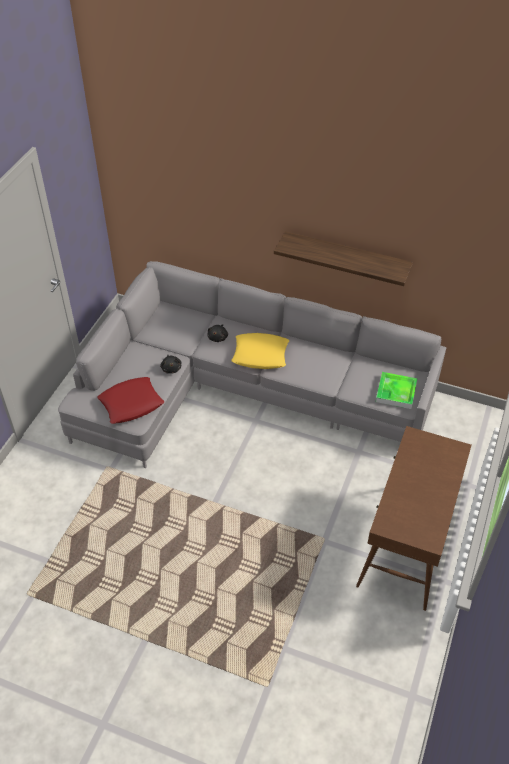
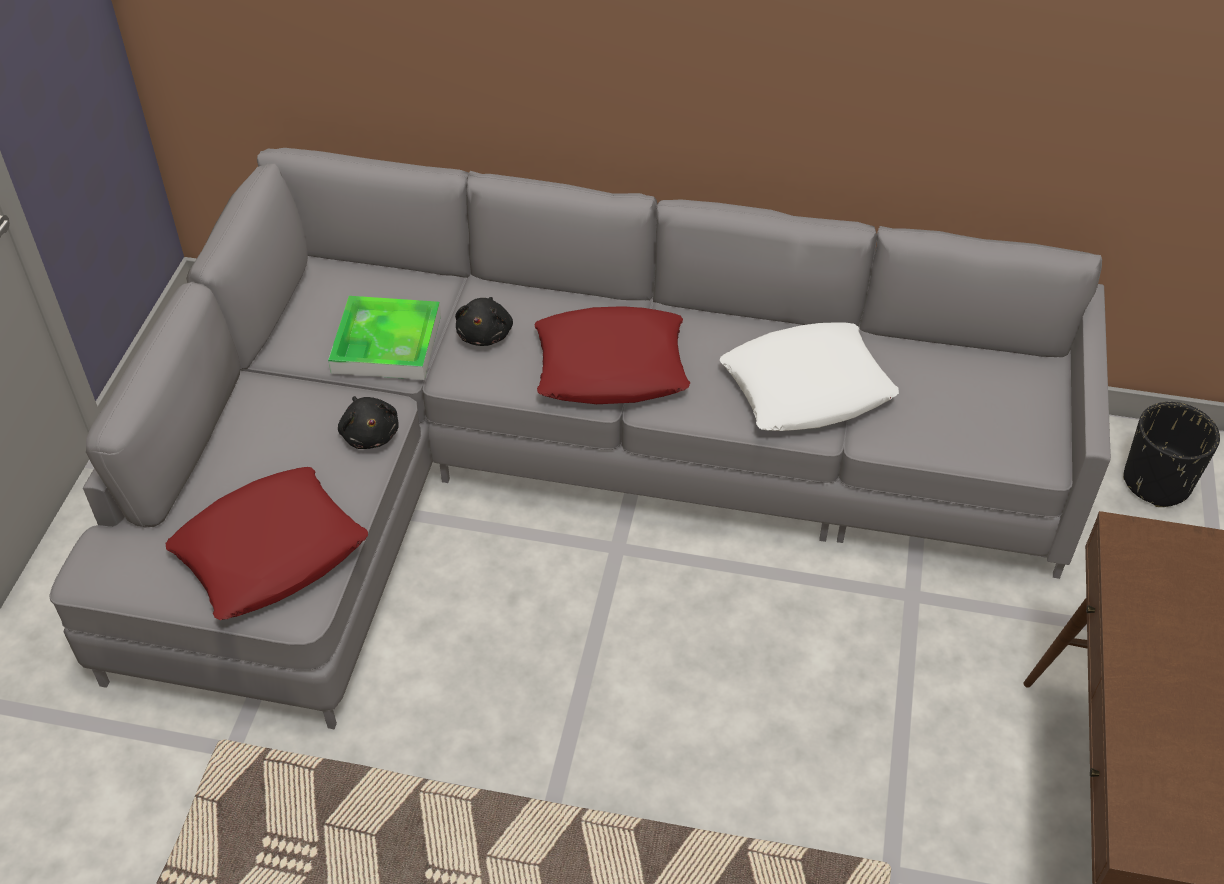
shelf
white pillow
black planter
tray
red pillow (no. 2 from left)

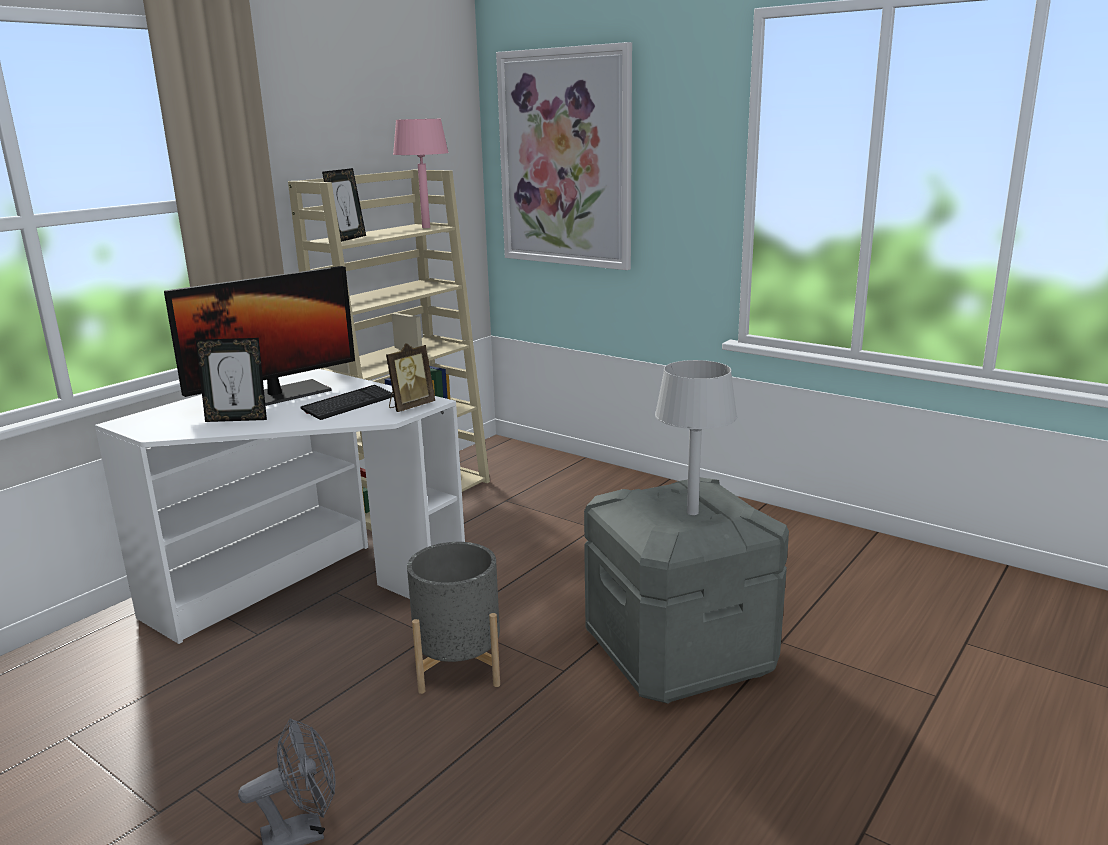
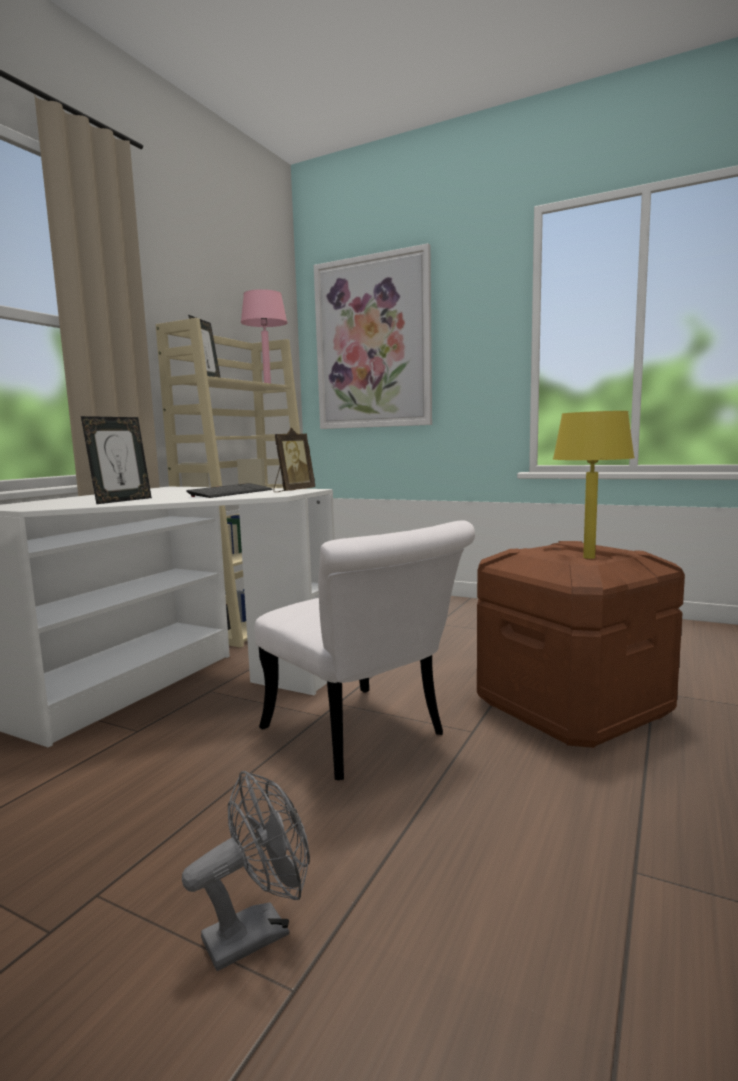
monitor
white chair
brown storage box
yellow table lamp
picture frame (no. 1 from left)

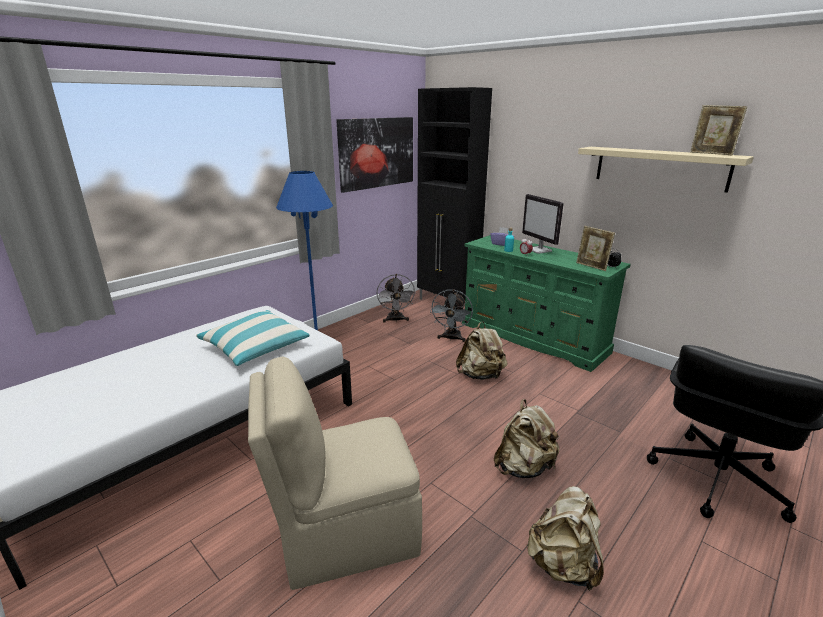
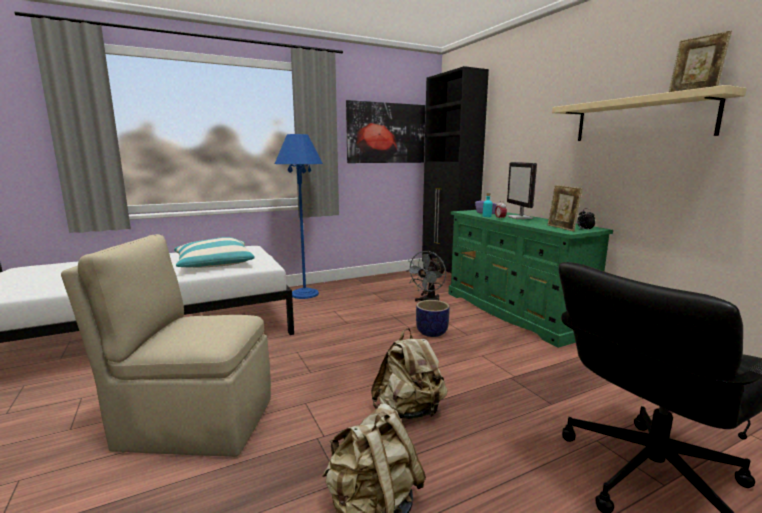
grey fan (no. 1 from left in the first image)
planter

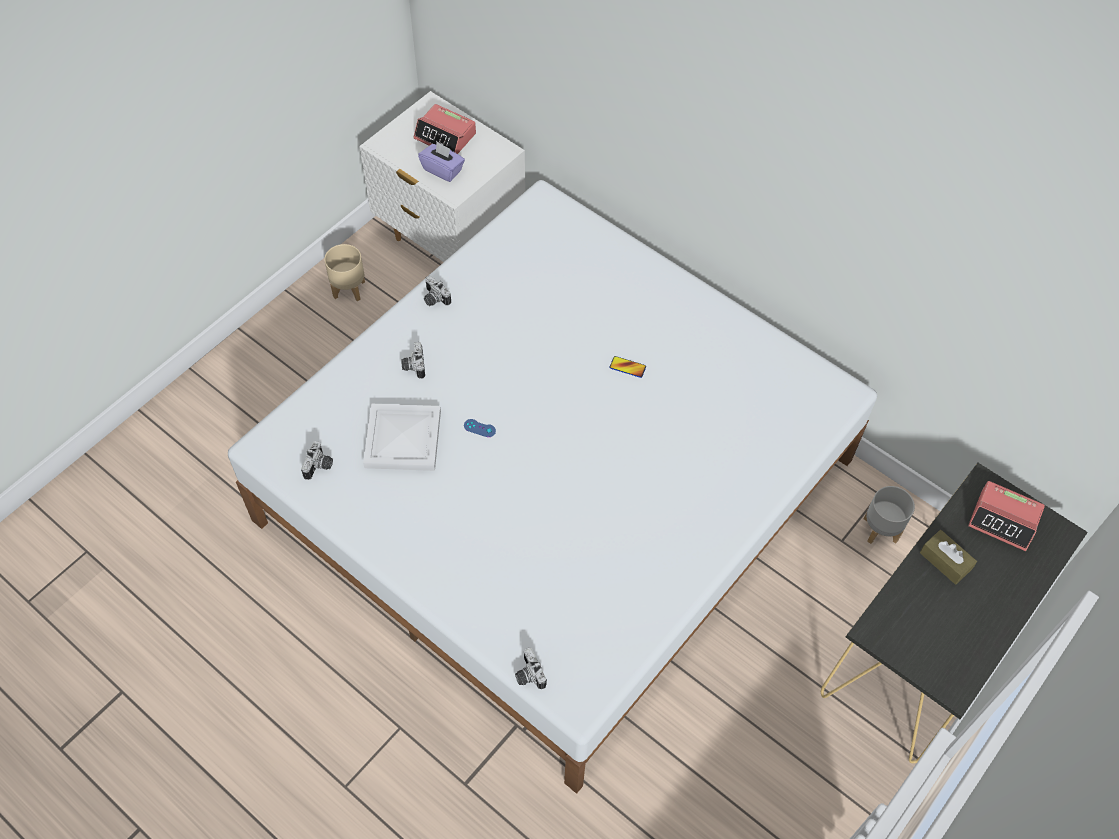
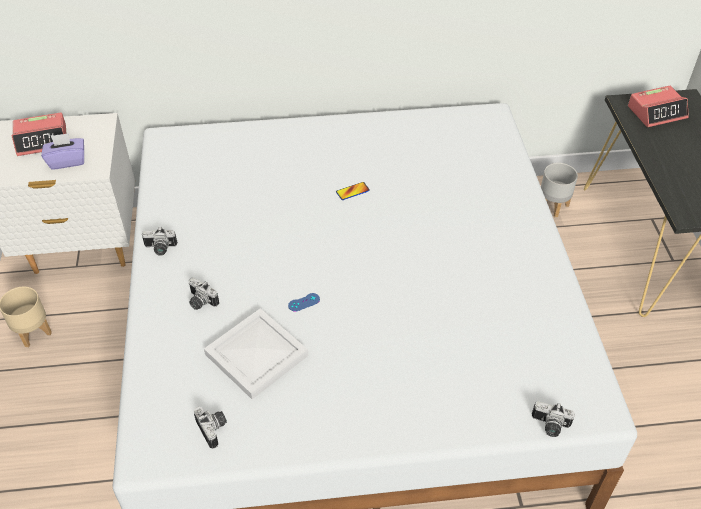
brown tissue box

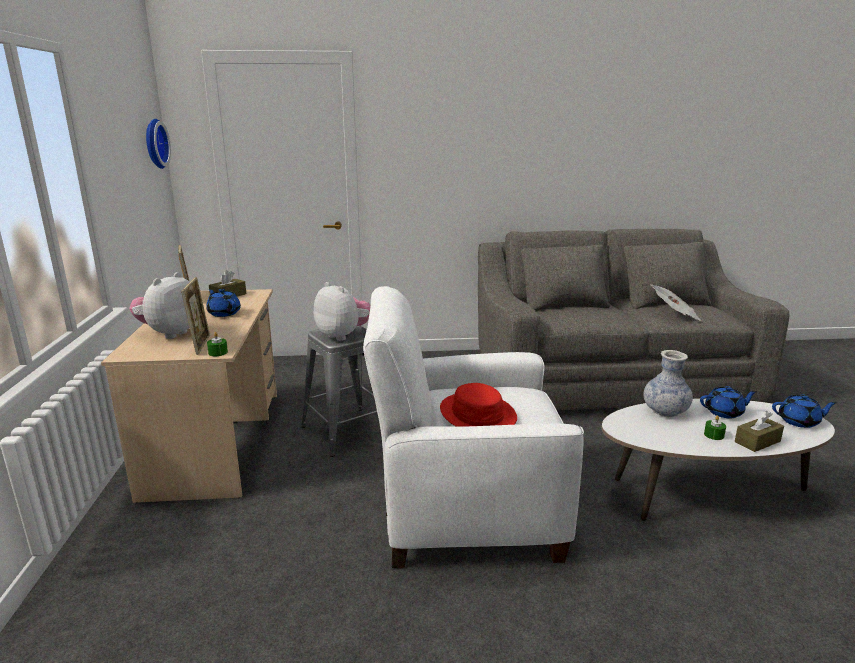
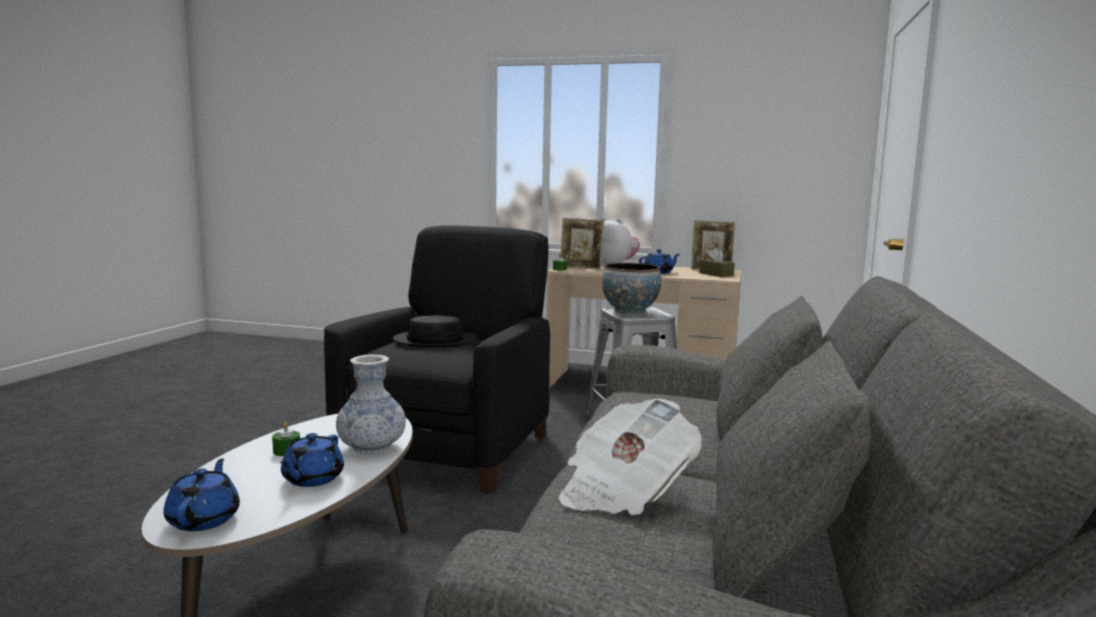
wall clock
brown tissue box (no. 2 from left in the first image)
bowl
black armchair
black hat
blue teapot (no. 1 from left)

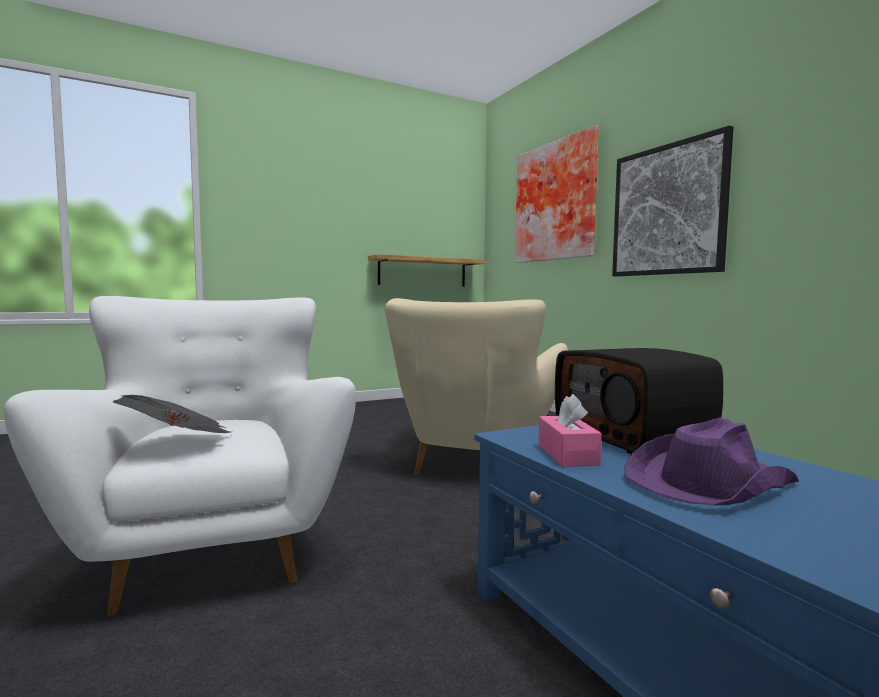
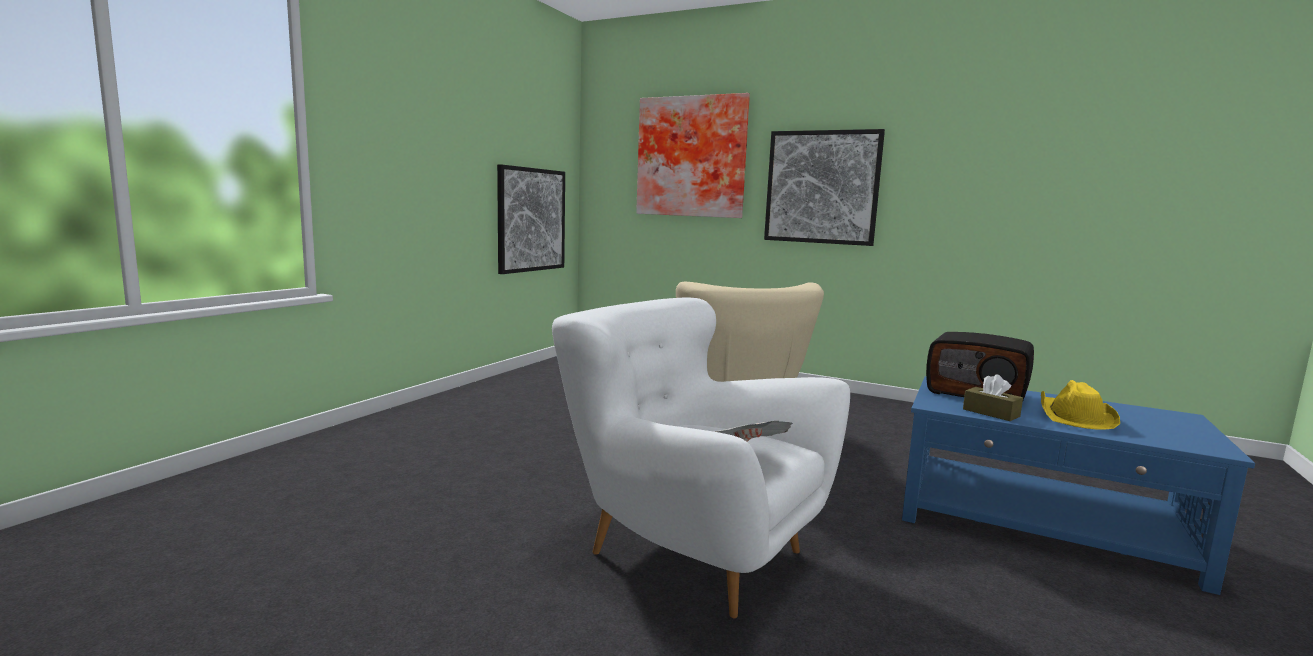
picture (no. 1 from left)
brown tissue box
yellow hat

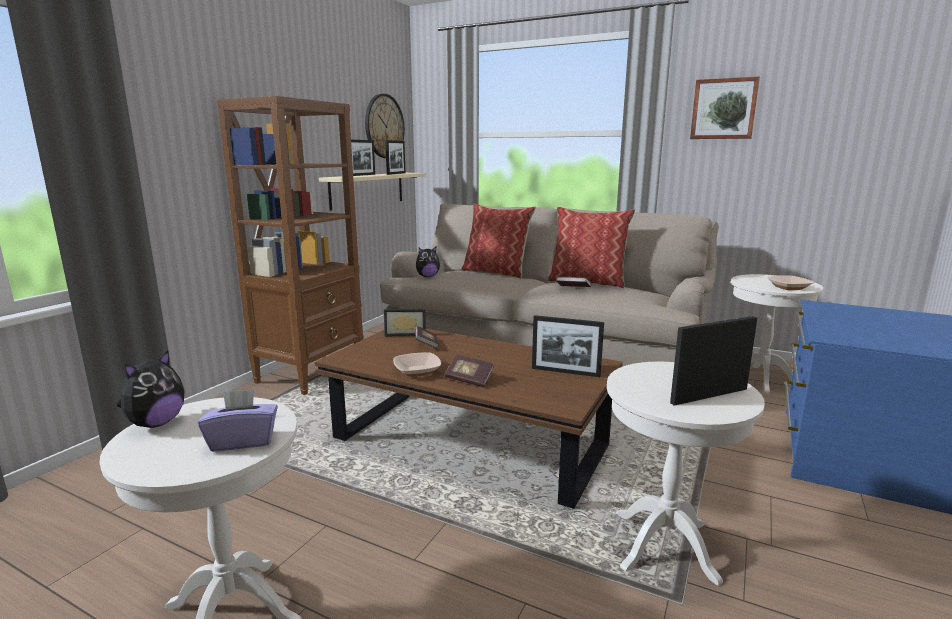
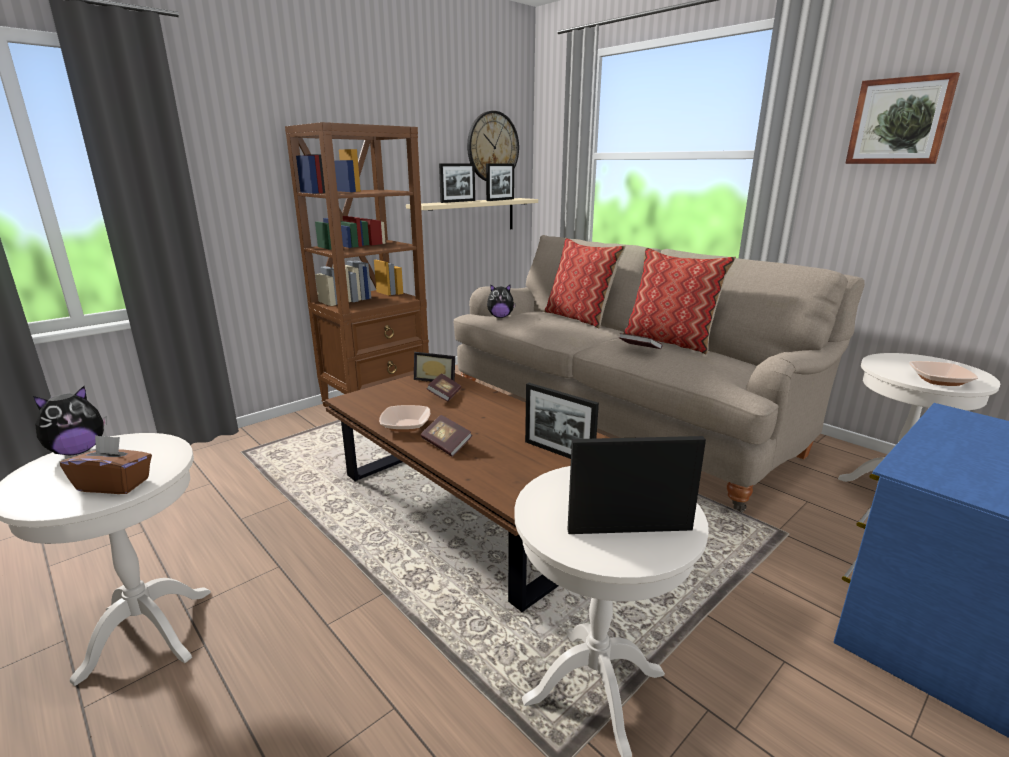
brown tissue box

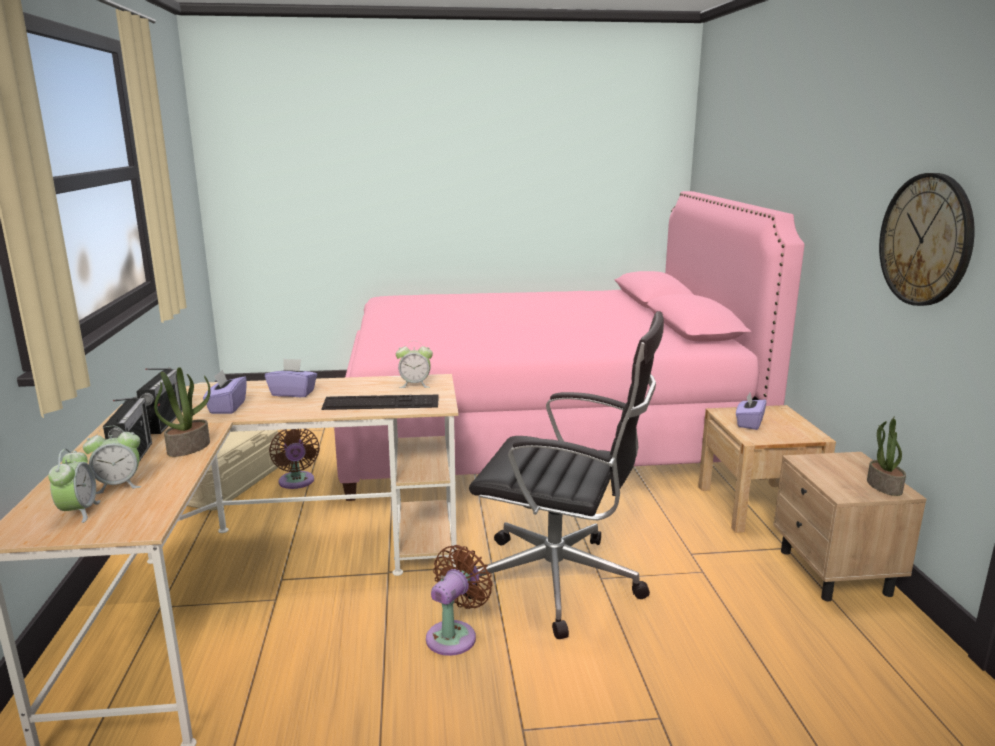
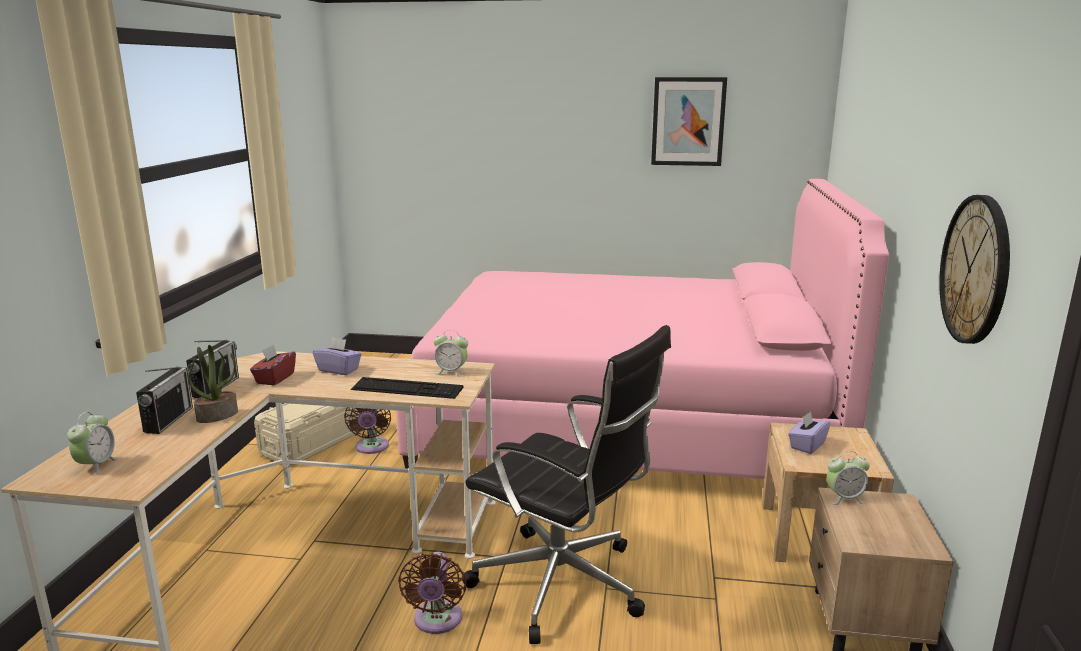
potted plant (no. 2 from left in the first image)
picture
alarm clock (no. 3 from left)
red tissue box
brown fan (no. 2 from left)

